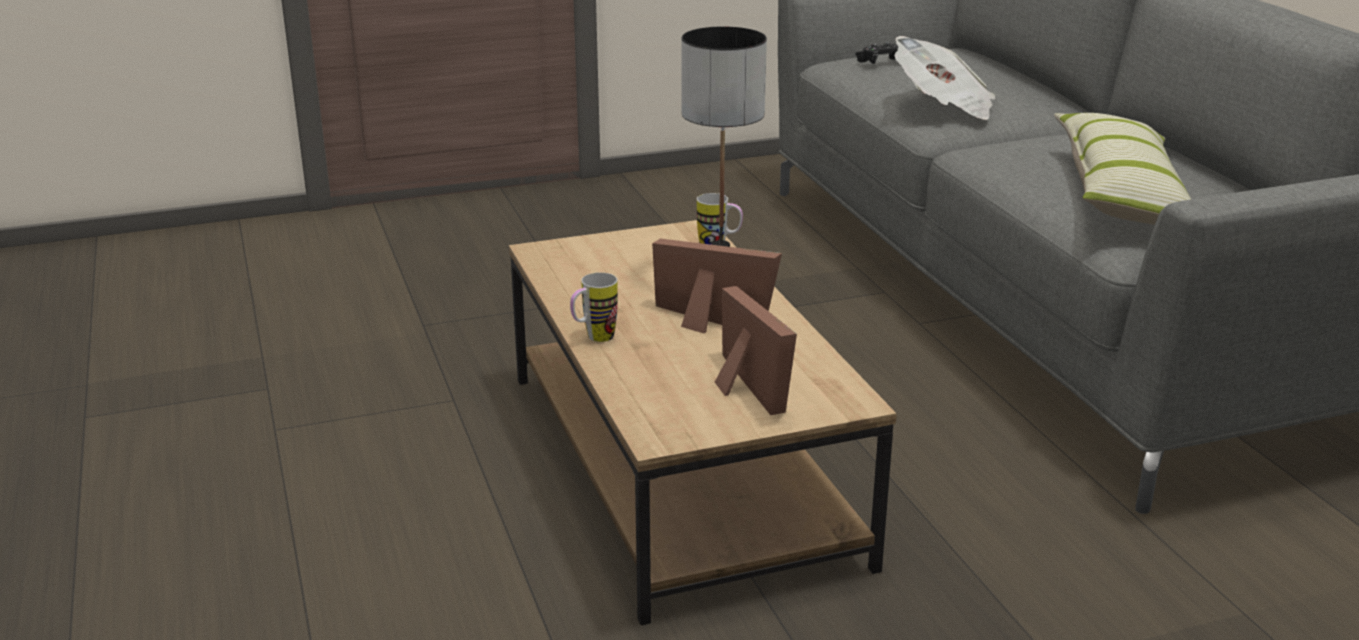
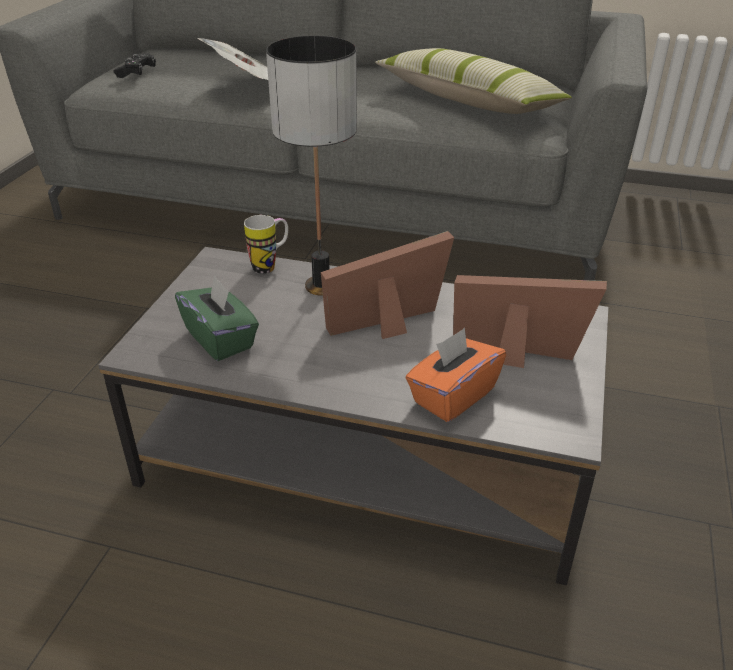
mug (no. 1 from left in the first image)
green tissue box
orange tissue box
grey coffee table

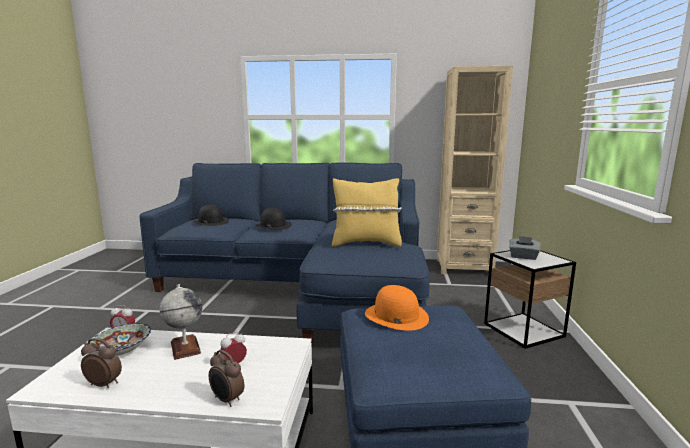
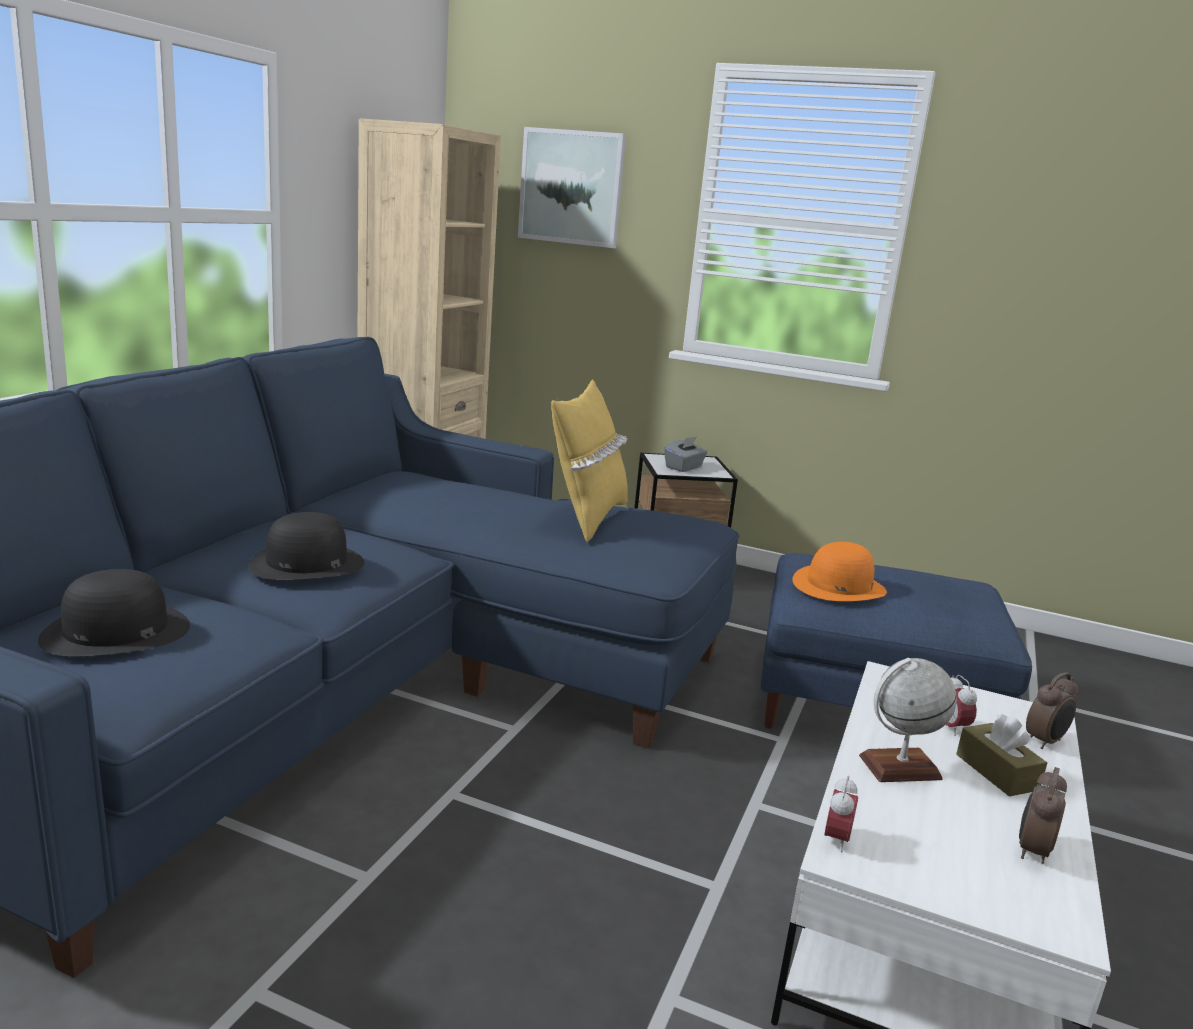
bowl
picture
brown tissue box

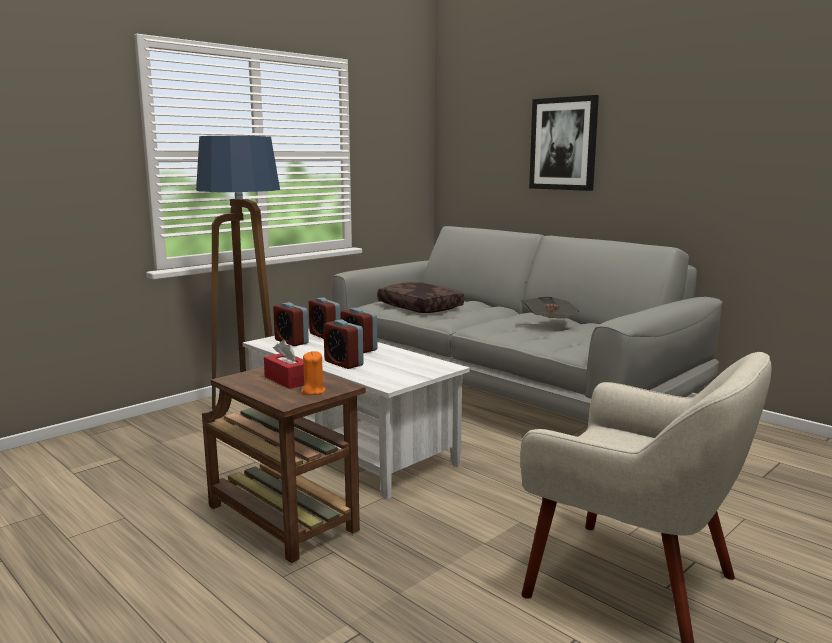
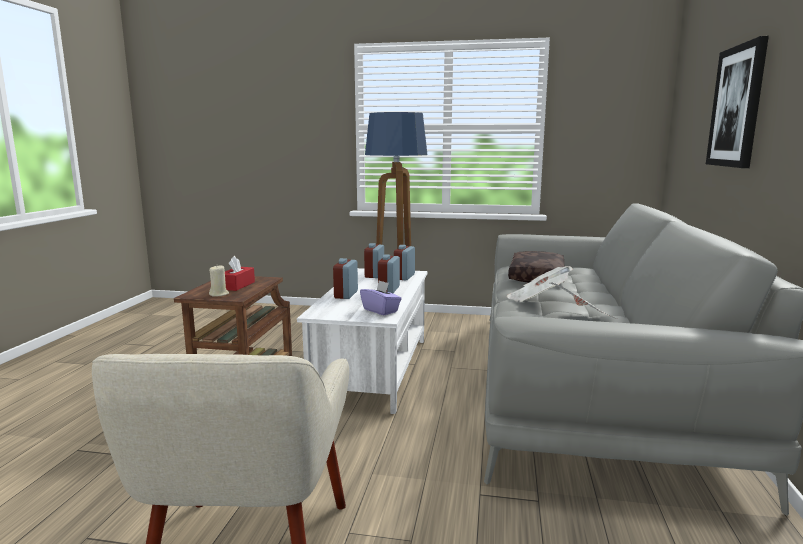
purple tissue box
newspaper (no. 1 from left)
beige candle

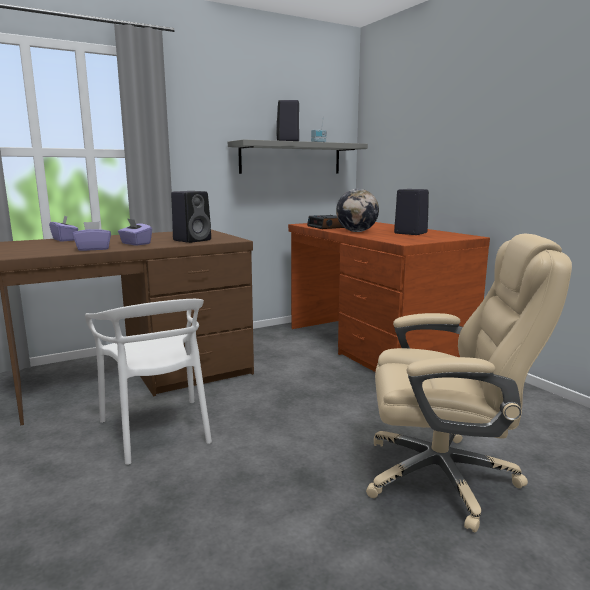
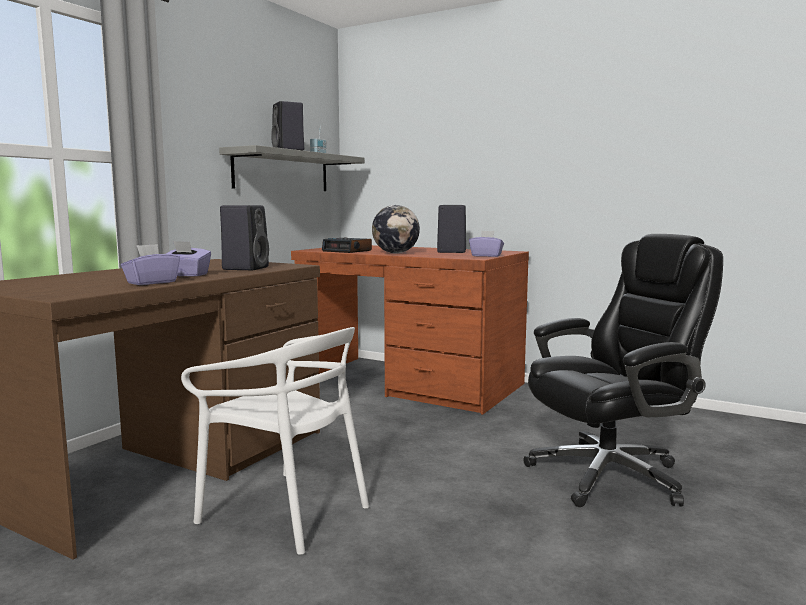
purple tissue box (no. 3 from left)
black office chair

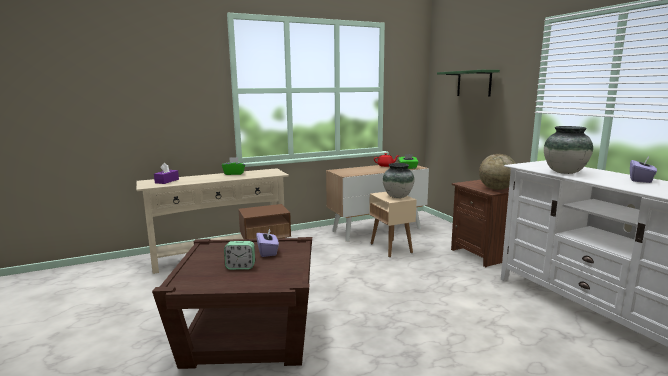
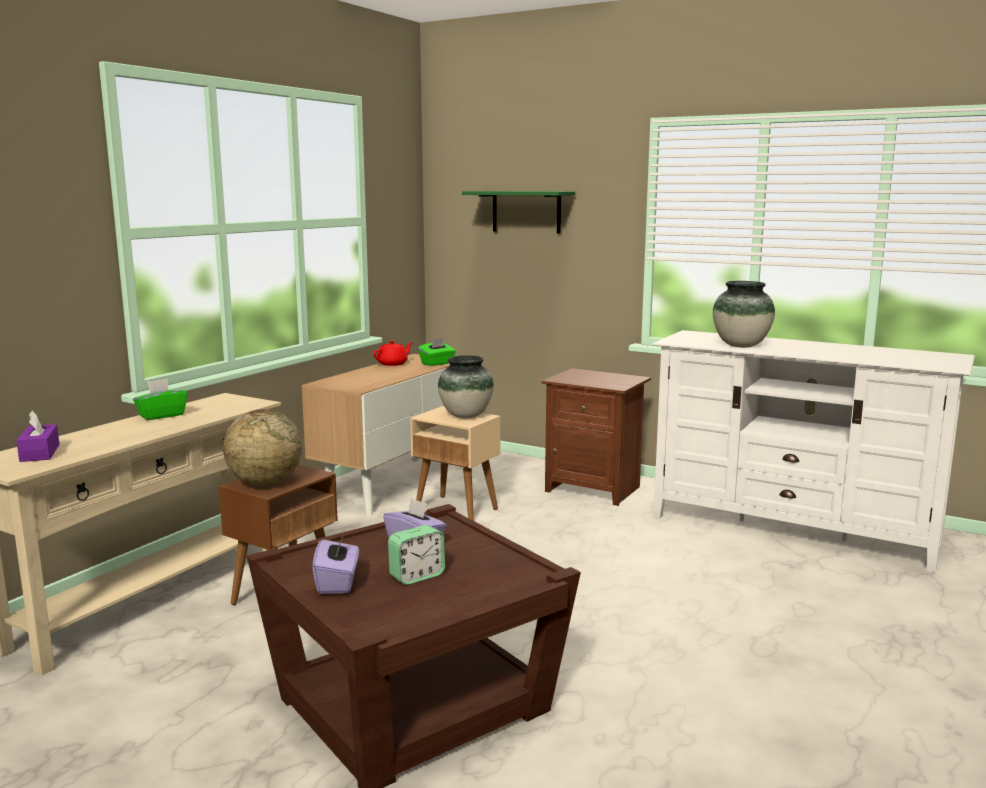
globe
purple tissue box (no. 2 from left)

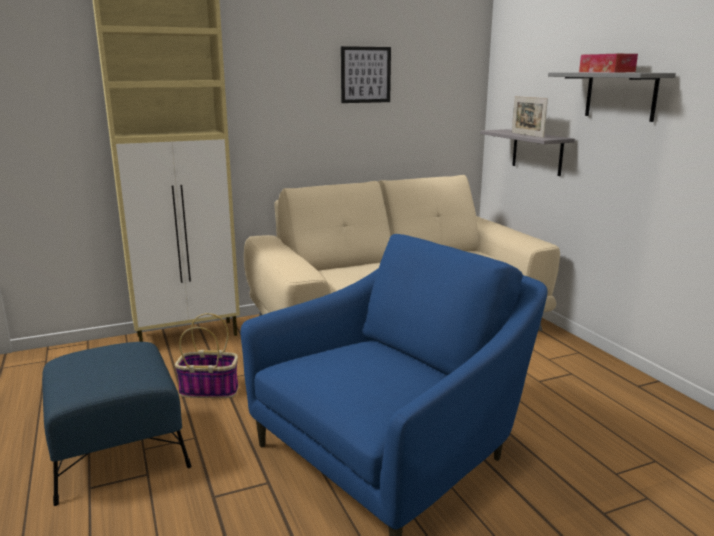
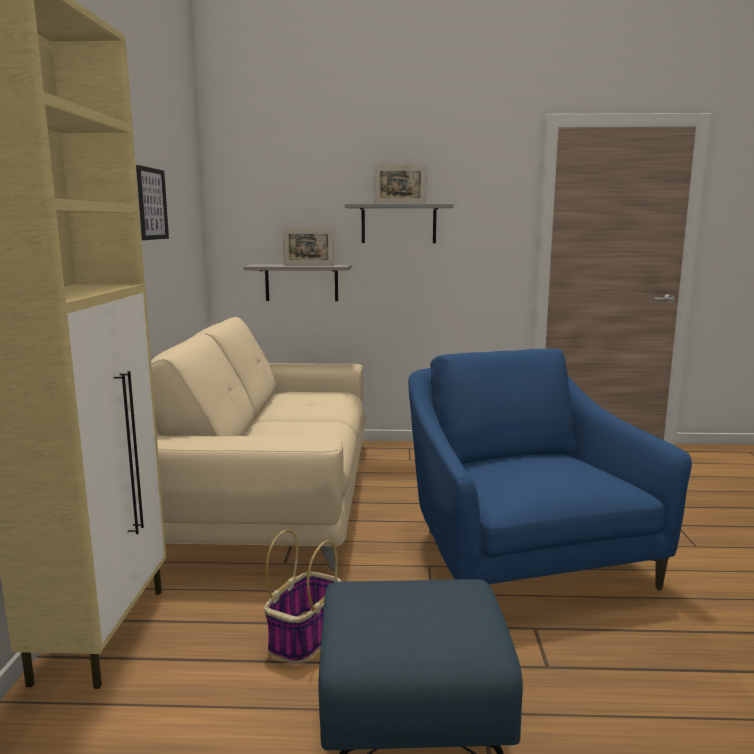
picture frame (no. 2 from left)

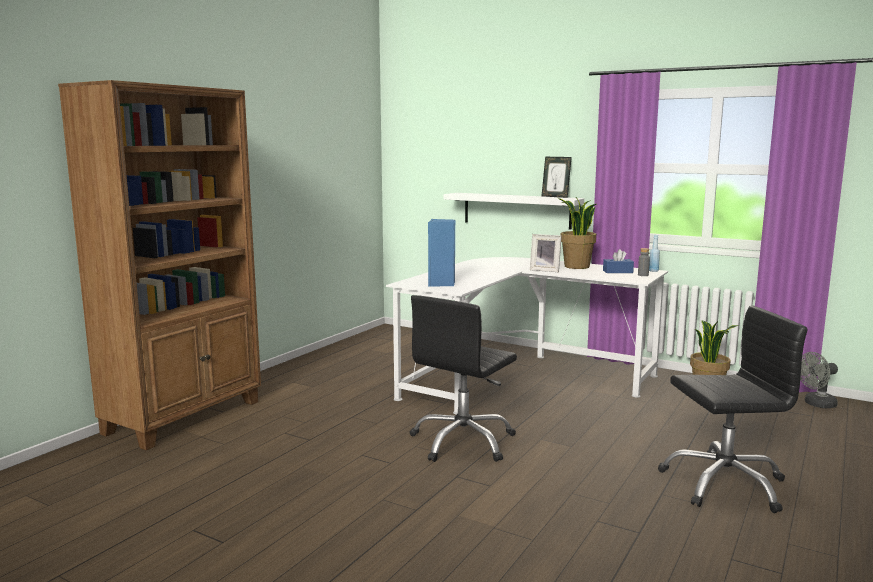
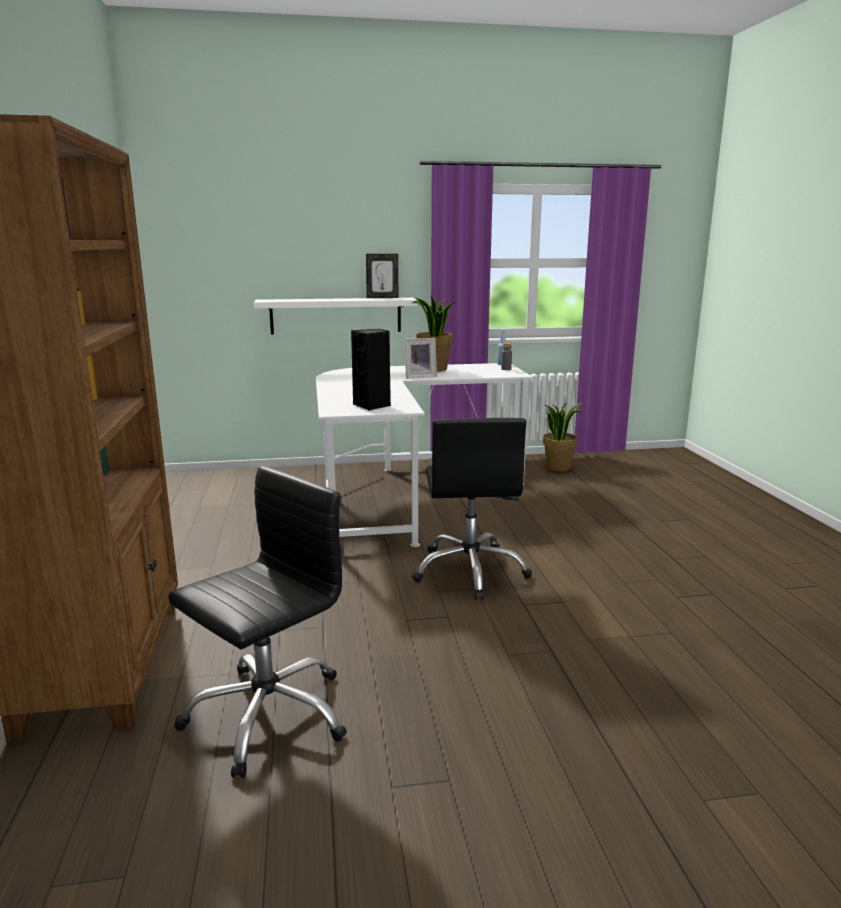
blue tissue box
grey fan
black office chair (no. 1 from left)
black speaker

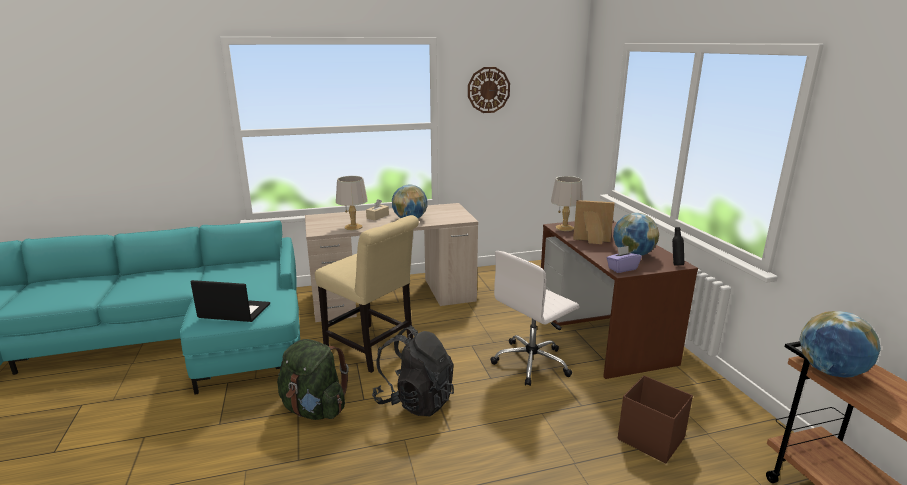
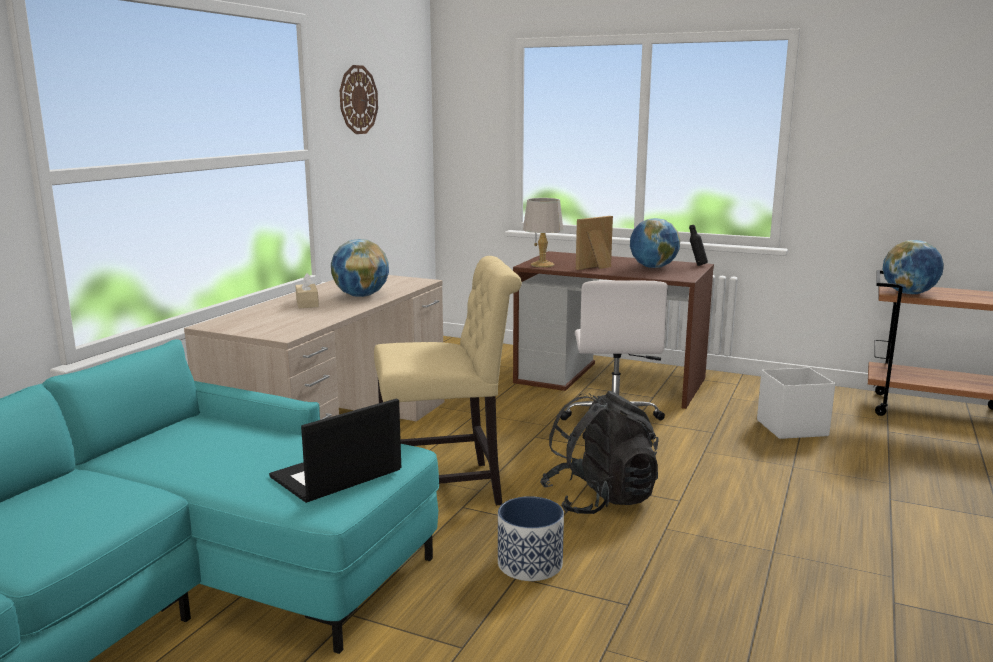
grey table lamp (no. 1 from left in the first image)
purple tissue box
planter
white storage box

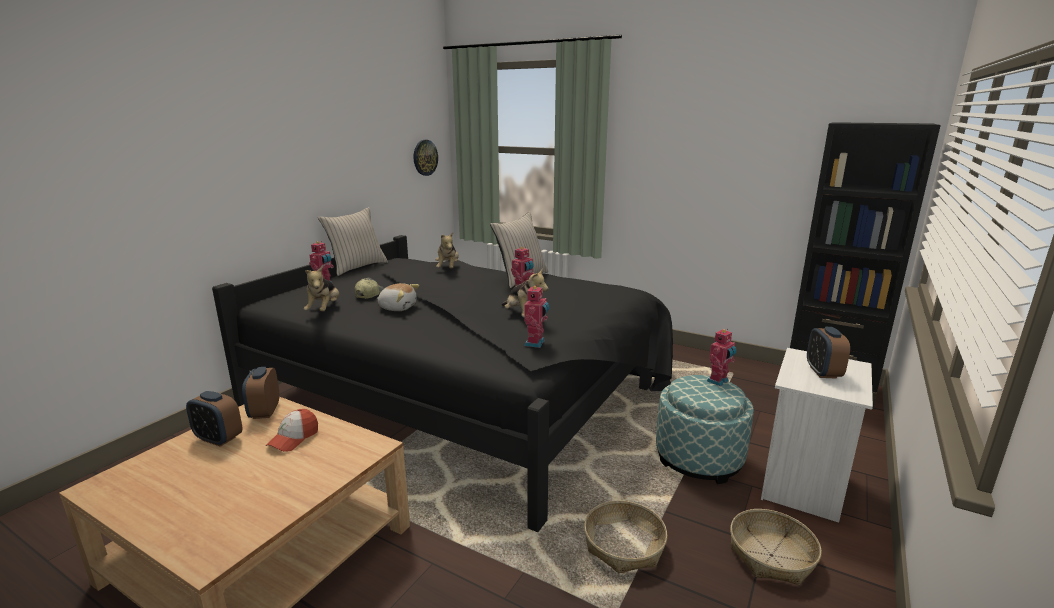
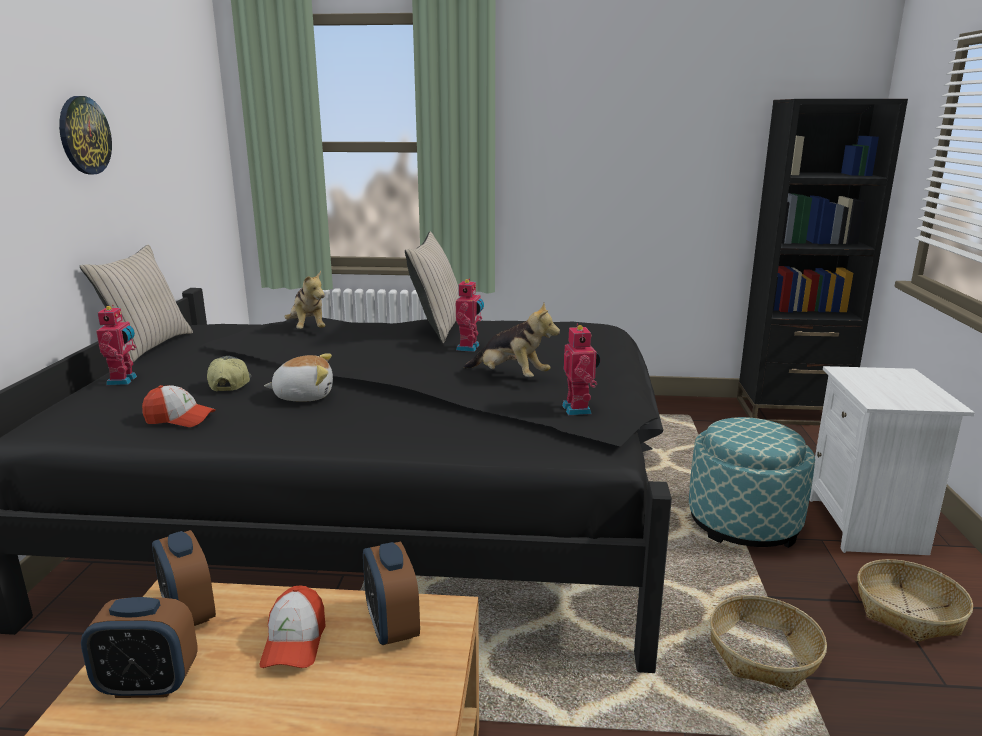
toy robot (no. 4 from left in the first image)
wall clock
alarm clock (no. 3 from left)
cap (no. 1 from left)

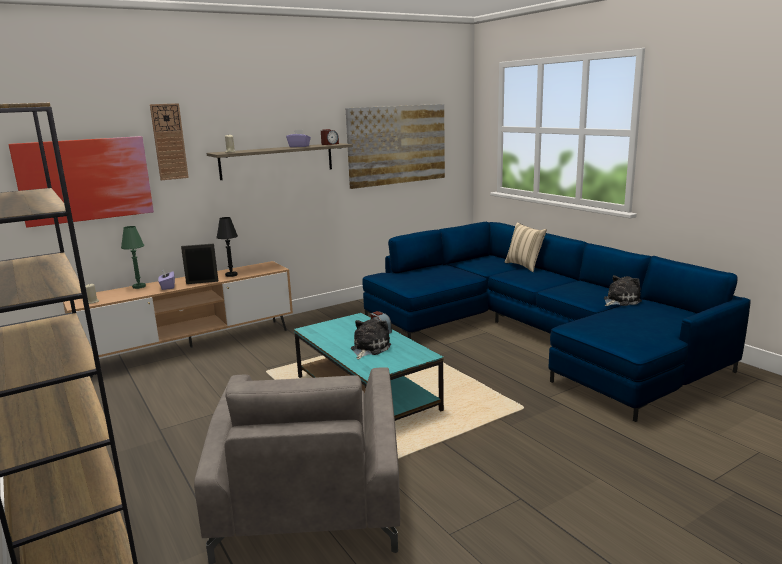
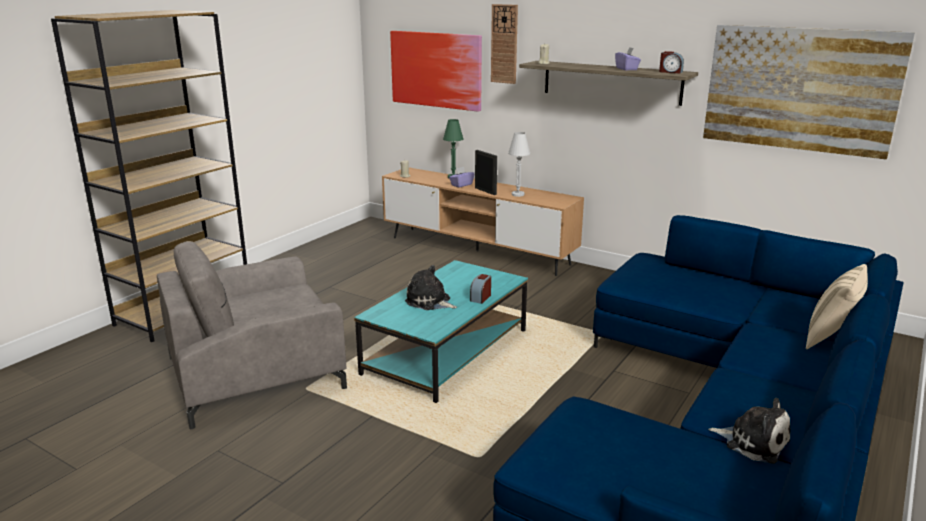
white table lamp
plush toy (no. 1 from left)

